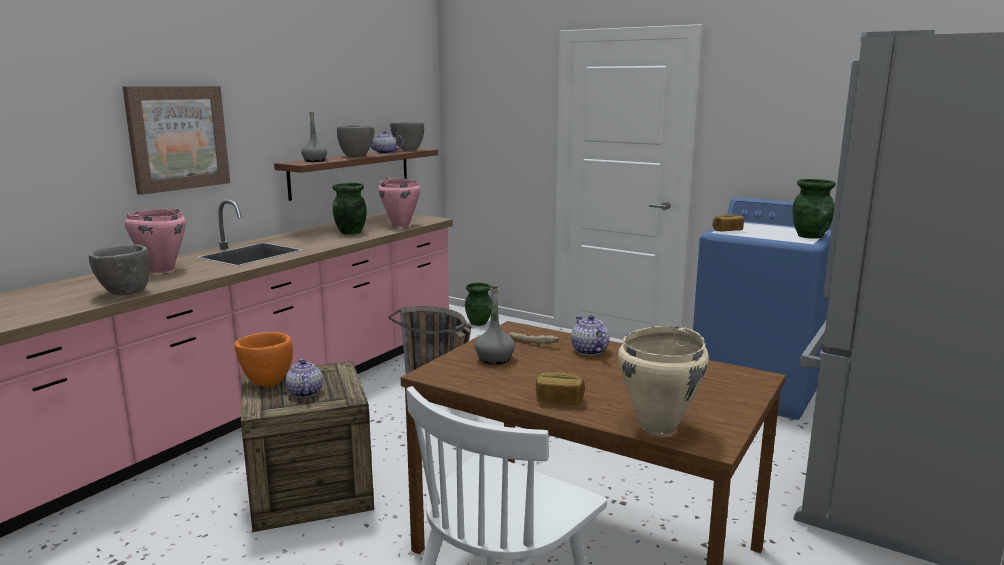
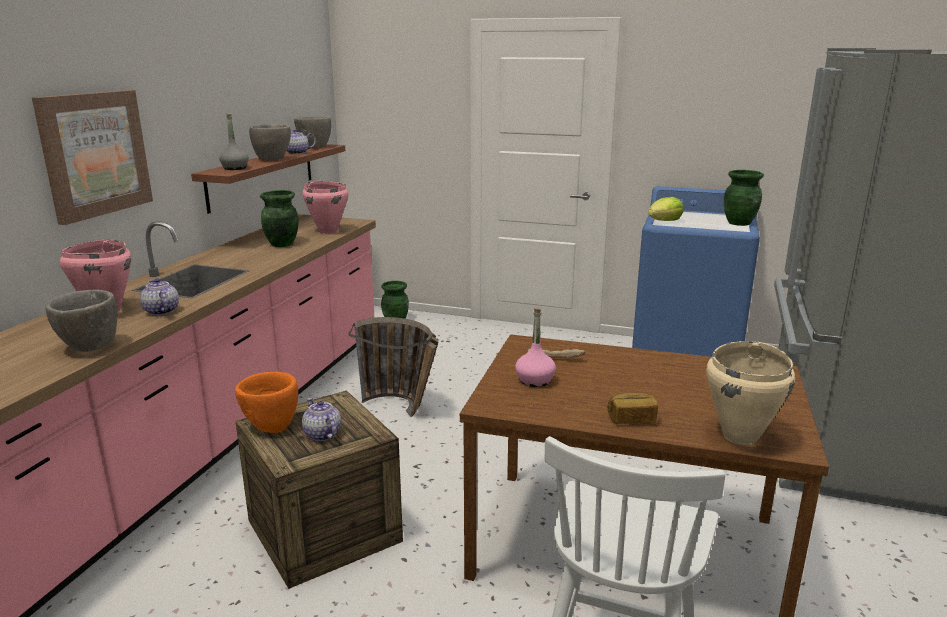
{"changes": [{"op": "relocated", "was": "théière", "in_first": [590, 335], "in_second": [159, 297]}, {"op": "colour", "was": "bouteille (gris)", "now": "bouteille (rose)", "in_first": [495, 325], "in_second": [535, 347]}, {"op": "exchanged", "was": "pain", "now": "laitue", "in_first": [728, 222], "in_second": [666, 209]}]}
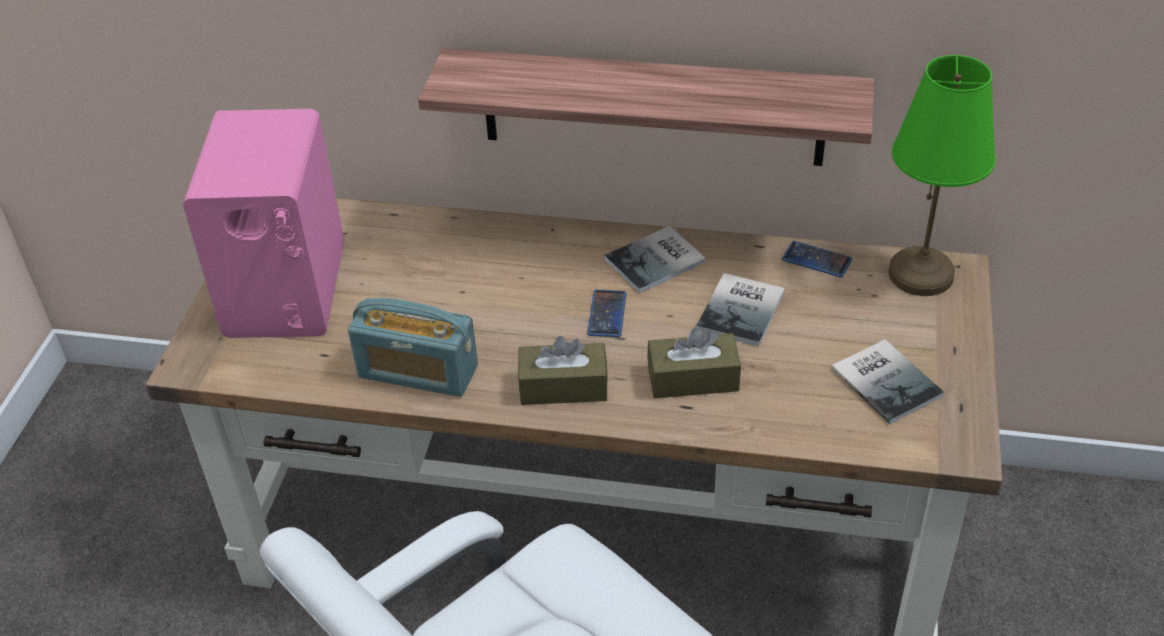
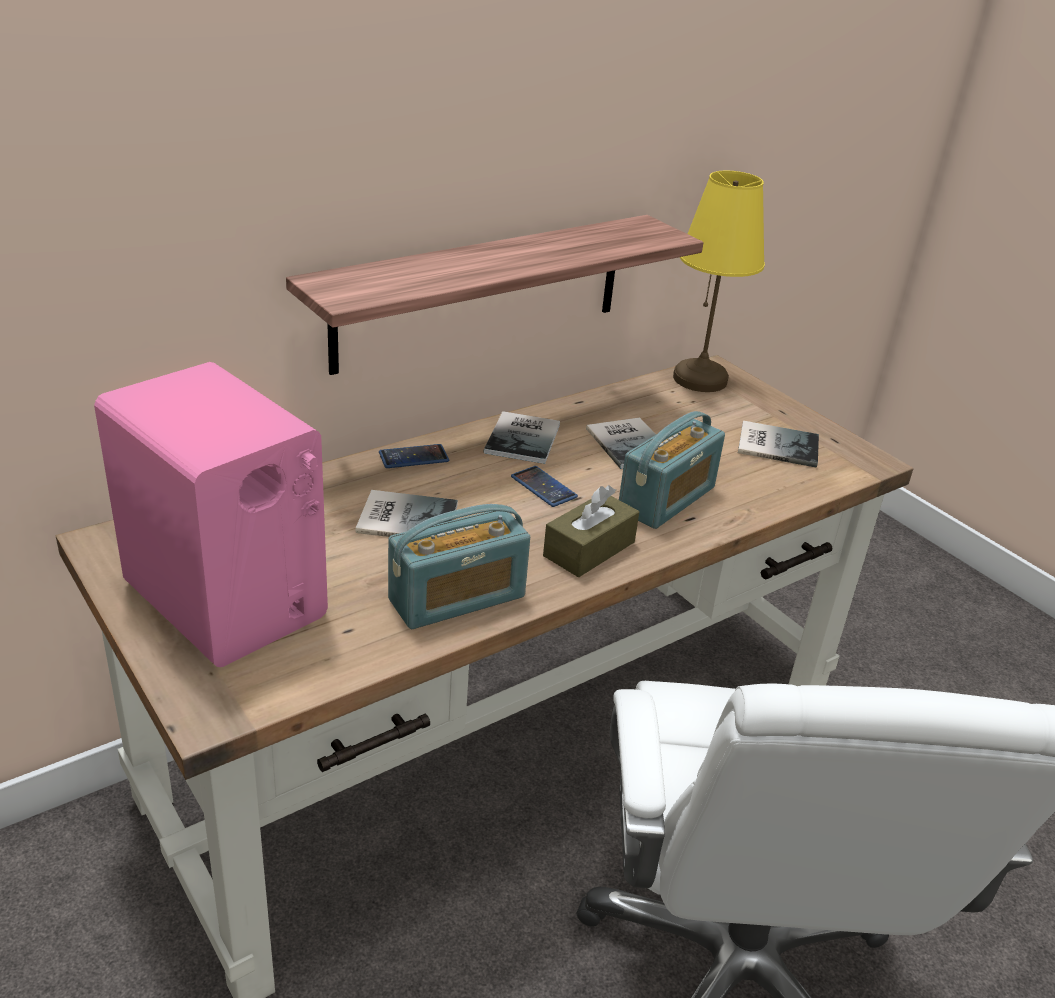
{"changes": [{"op": "appeared", "now": "livre", "in_second": [407, 513]}, {"op": "relocated", "was": "téléphone", "in_first": [817, 259], "in_second": [414, 456]}, {"op": "exchanged", "was": "boîte à mouchoirs (marron)", "now": "radio", "in_first": [694, 363], "in_second": [672, 470]}, {"op": "colour", "was": "lampe de table (vert)", "now": "lampe de table (jaune)", "in_first": [942, 175], "in_second": [719, 281]}]}
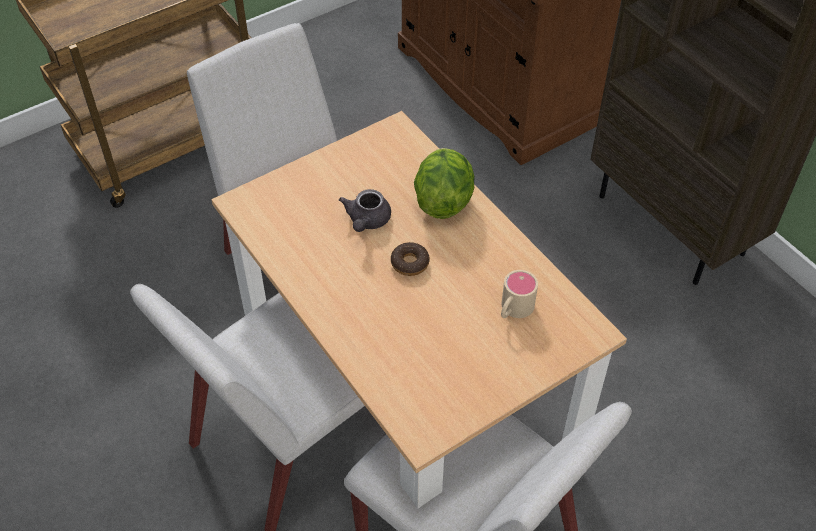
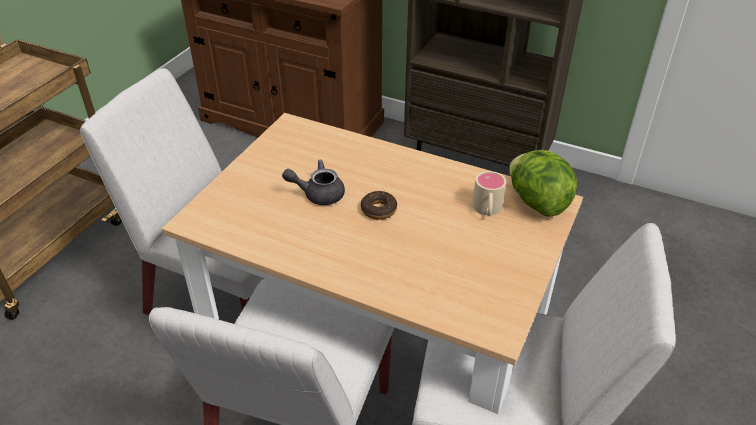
{"changes": [{"op": "spun", "was": "théière (gris)", "in_first": [365, 210], "in_second": [313, 182], "clockwise": 105}, {"op": "relocated", "was": "laitue", "in_first": [444, 183], "in_second": [543, 183]}]}
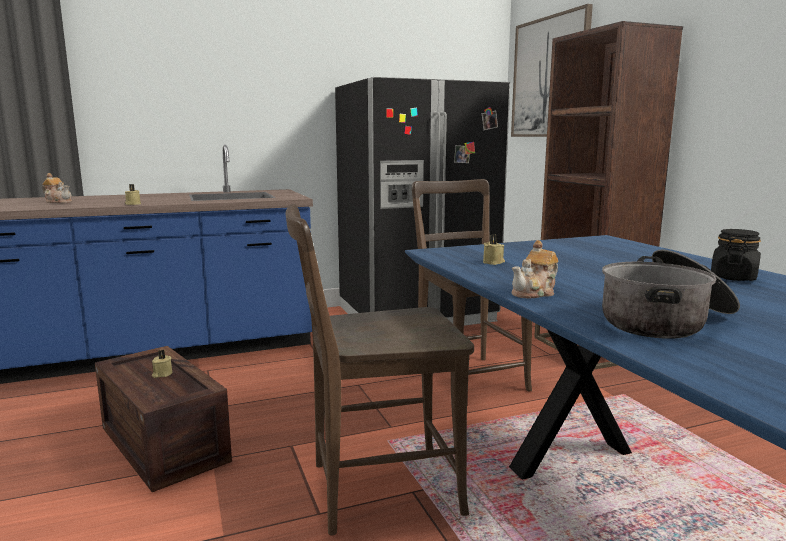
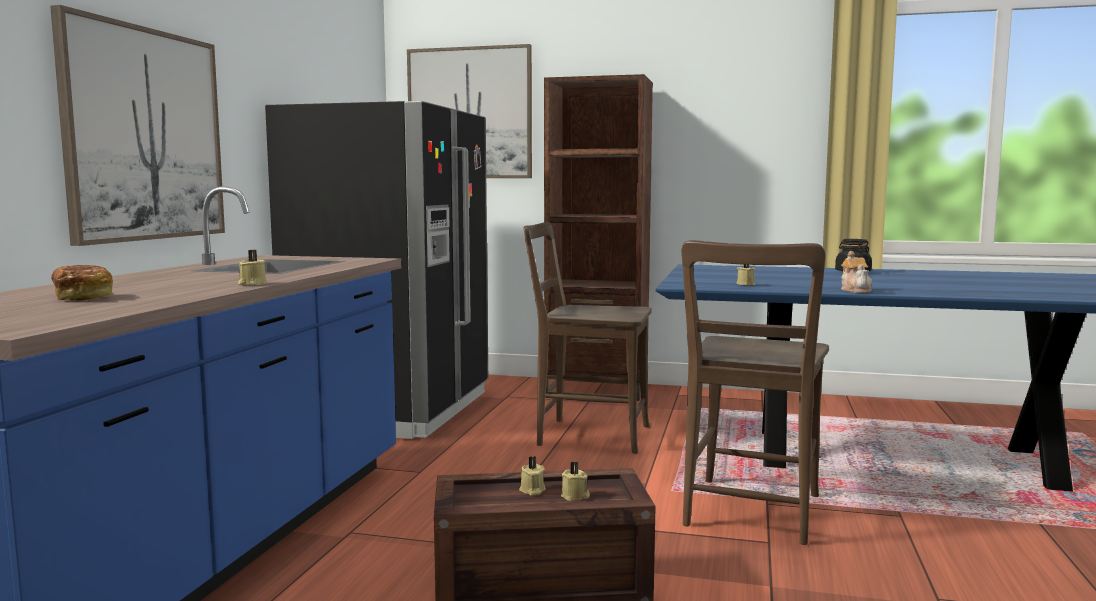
{"changes": [{"op": "appeared", "now": "tableau", "in_second": [137, 125]}, {"op": "exchanged", "was": "théière", "now": "pain", "in_first": [57, 188], "in_second": [82, 283]}, {"op": "appeared", "now": "bougie (beige)", "in_second": [575, 481]}, {"op": "missing", "was": "marmite", "in_first": [671, 294]}]}
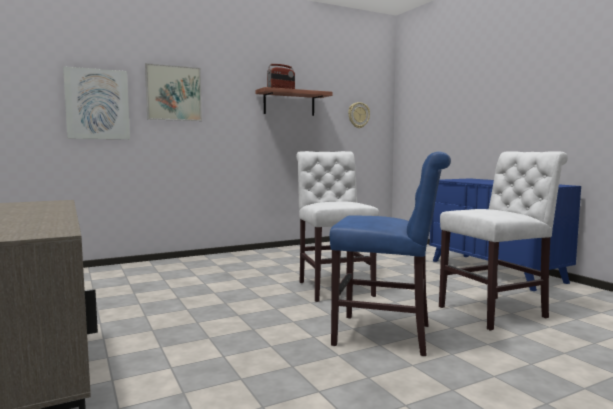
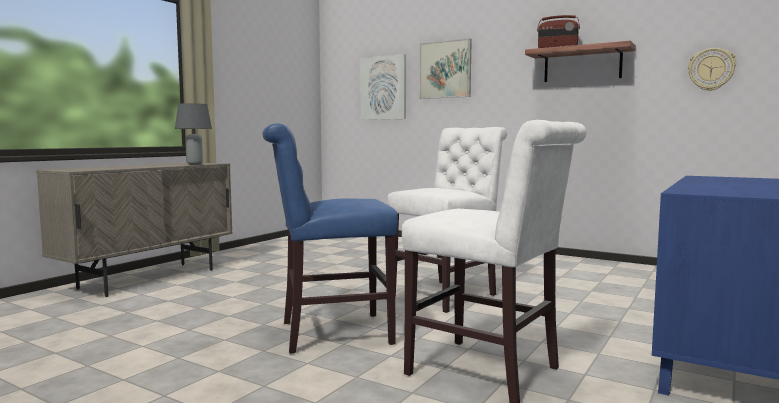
{"changes": [{"op": "appeared", "now": "lampe de table (gris)", "in_second": [193, 134]}, {"op": "spun", "was": "chaise (bleu)", "in_first": [390, 253], "in_second": [330, 238], "clockwise": 90}]}
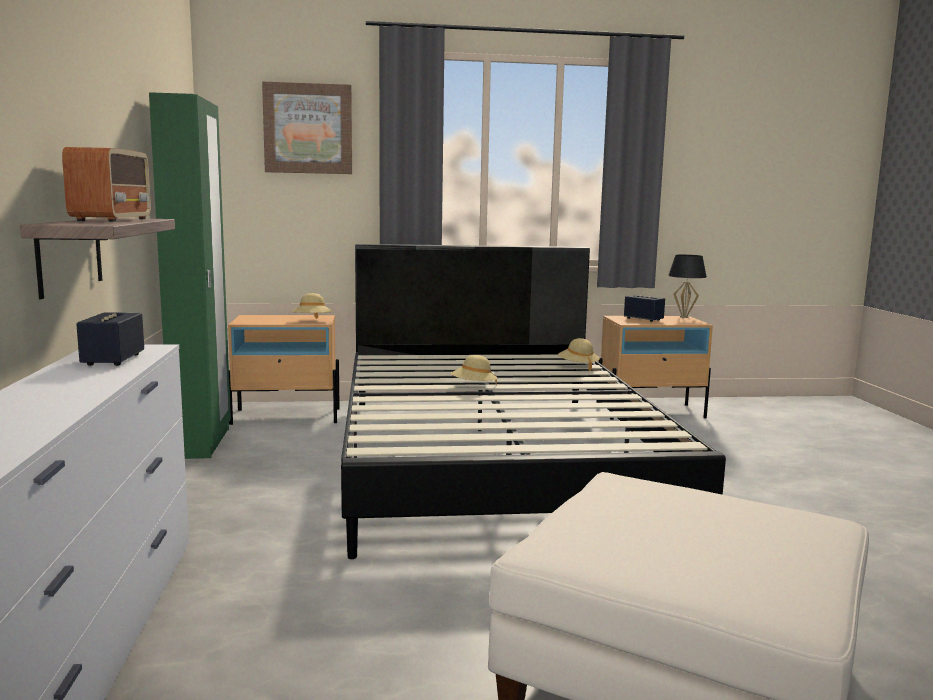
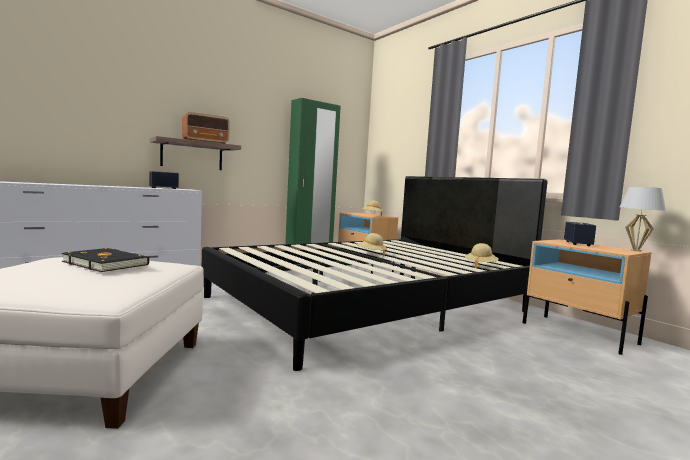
{"changes": [{"op": "appeared", "now": "livre (noir)", "in_second": [105, 260]}, {"op": "colour", "was": "lampe de table (noir)", "now": "lampe de table (blanc)", "in_first": [687, 286], "in_second": [642, 219]}, {"op": "missing", "was": "tableau", "in_first": [307, 128]}]}
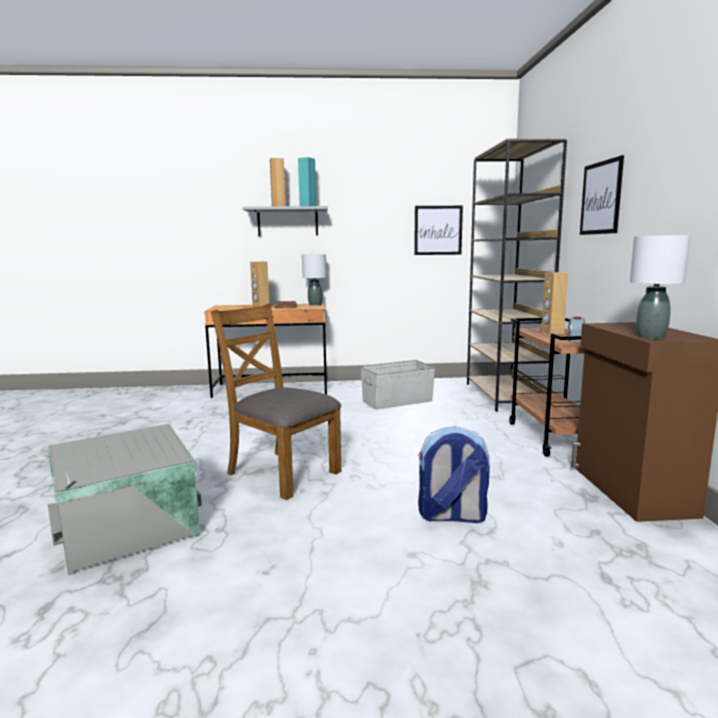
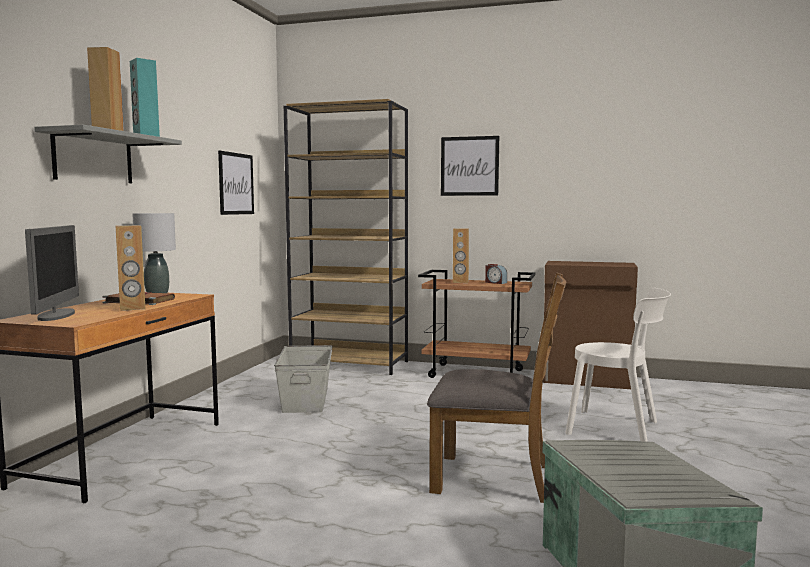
{"changes": [{"op": "appeared", "now": "écran d'ordinateur", "in_second": [52, 273]}, {"op": "spun", "was": "chaise (marron)", "in_first": [276, 402], "in_second": [496, 387], "clockwise": -135}, {"op": "exchanged", "was": "sac à dos", "now": "chaise (blanc)", "in_first": [454, 474], "in_second": [618, 365]}, {"op": "missing", "was": "lampe de table (gris)", "in_first": [660, 287]}]}
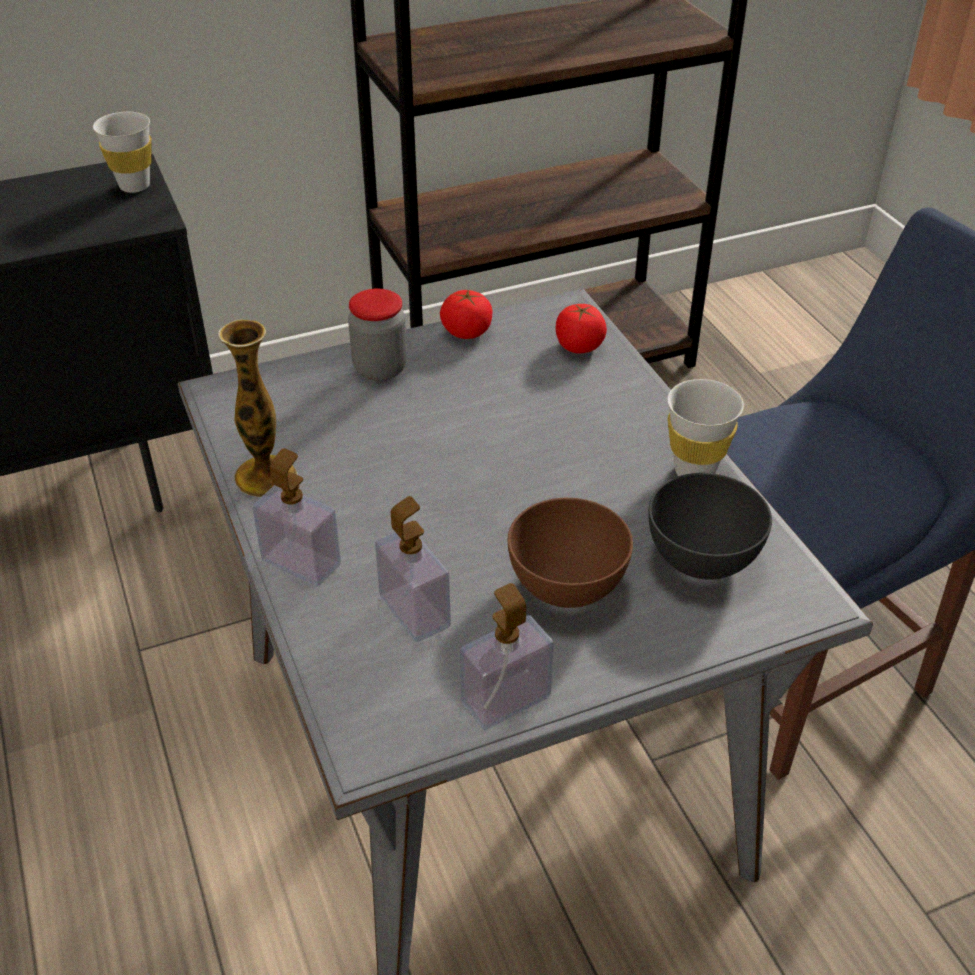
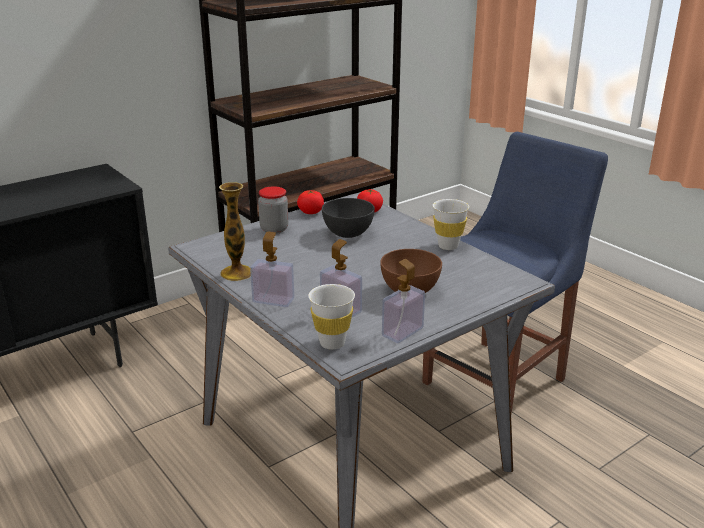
{"changes": [{"op": "relocated", "was": "tasse (blanc)", "in_first": [122, 152], "in_second": [331, 317]}, {"op": "relocated", "was": "bol (gris)", "in_first": [710, 526], "in_second": [348, 218]}]}
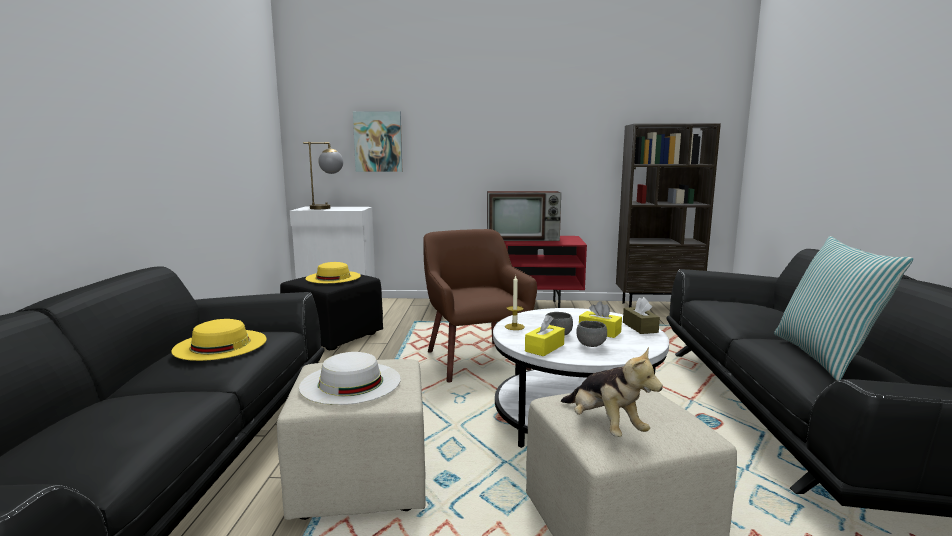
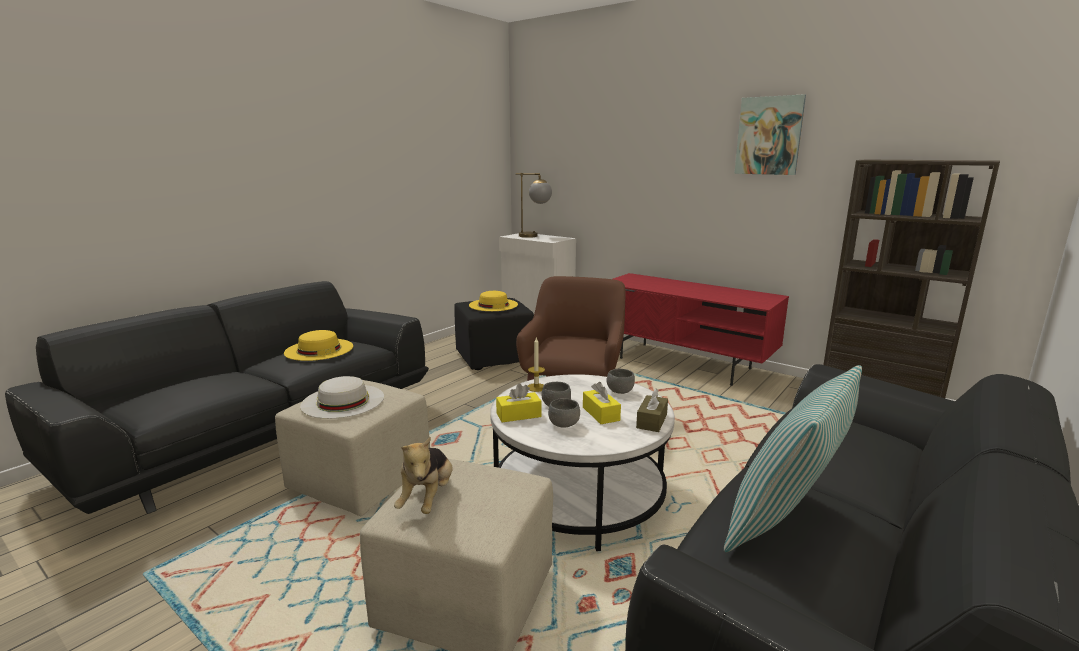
{"changes": [{"op": "appeared", "now": "bol (gris)", "in_second": [621, 381]}, {"op": "relocated", "was": "tableau", "in_first": [377, 141], "in_second": [770, 134]}, {"op": "missing", "was": "téléviseur", "in_first": [524, 216]}]}
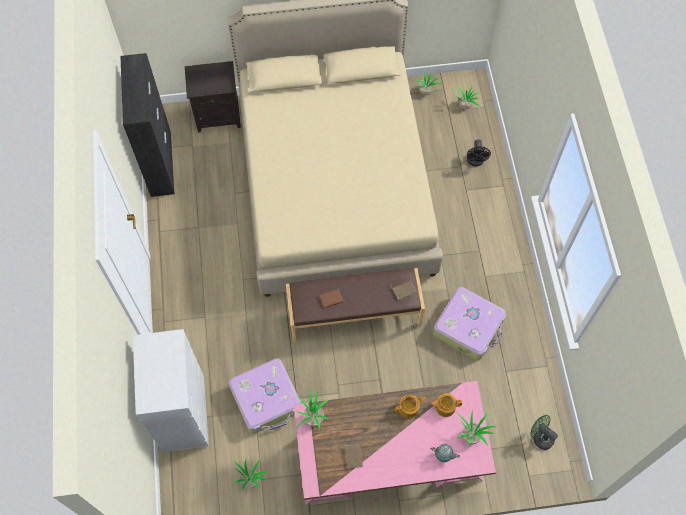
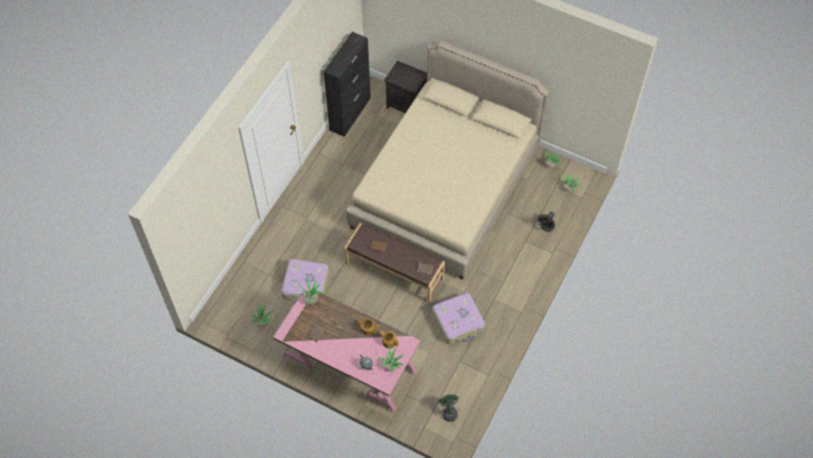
{"changes": [{"op": "missing", "was": "commode (blanc)", "in_first": [171, 391]}]}
